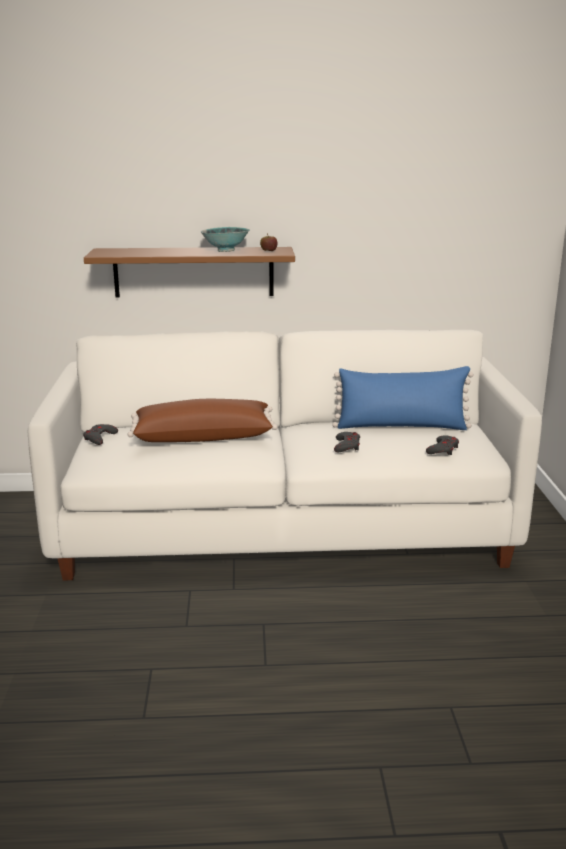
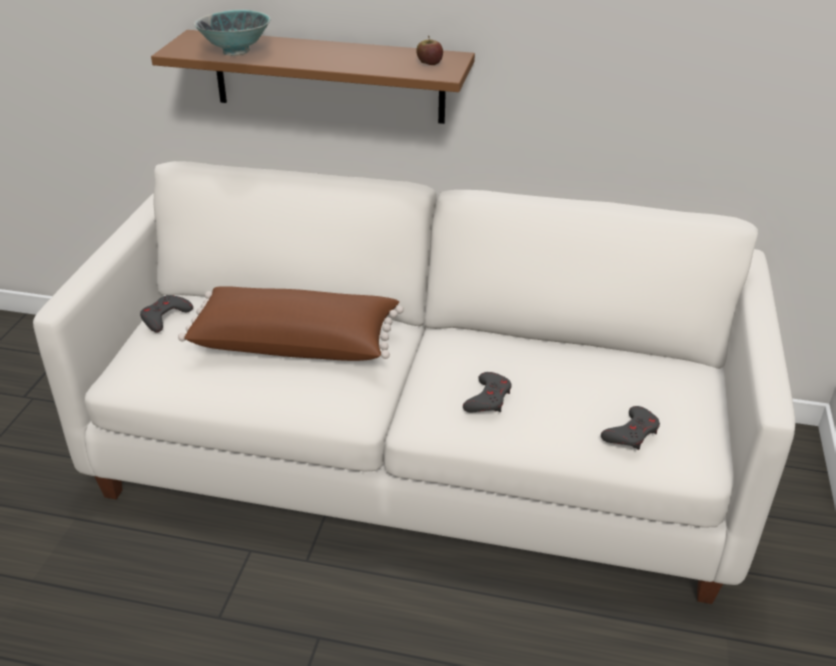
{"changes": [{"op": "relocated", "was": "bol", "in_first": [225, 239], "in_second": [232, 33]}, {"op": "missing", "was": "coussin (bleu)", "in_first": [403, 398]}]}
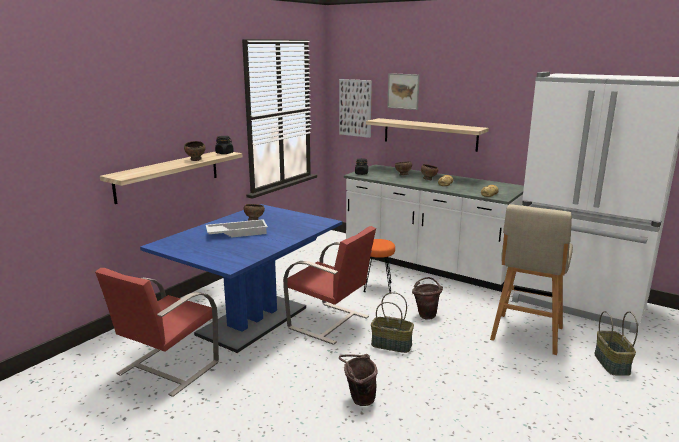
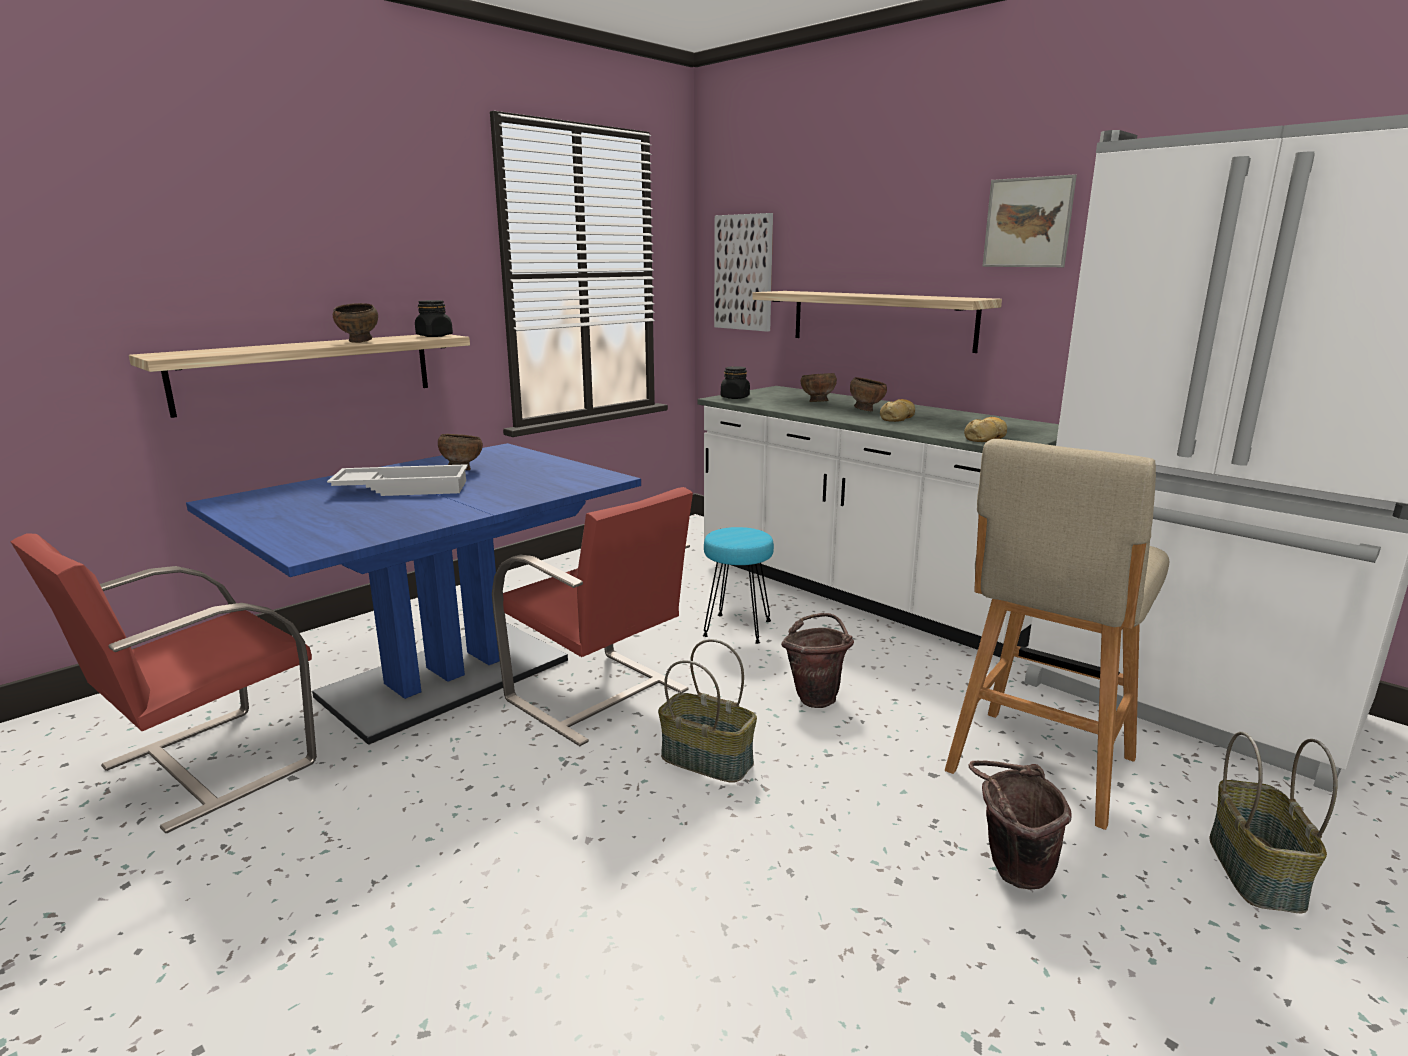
{"changes": [{"op": "colour", "was": "tabouret (orange)", "now": "tabouret (turquoise)", "in_first": [379, 266], "in_second": [738, 585]}, {"op": "relocated", "was": "seau (marron)", "in_first": [358, 380], "in_second": [1020, 824]}, {"op": "relocated", "was": "tableau", "in_first": [403, 91], "in_second": [1029, 220]}]}
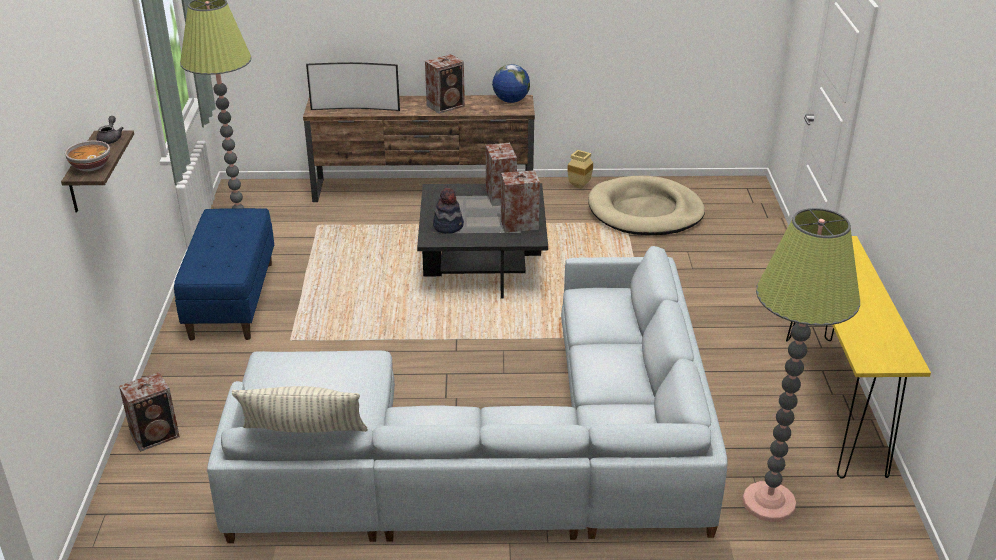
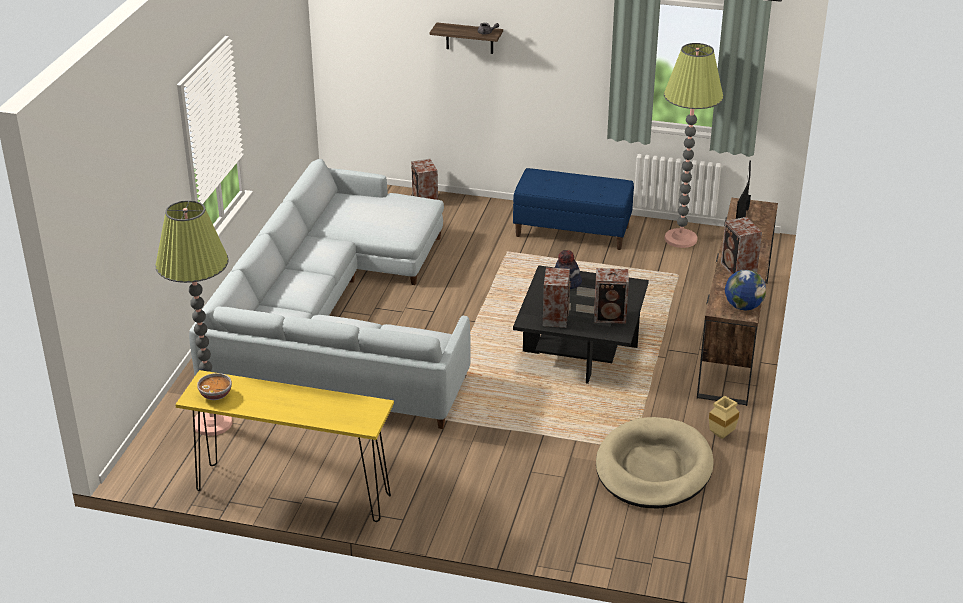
{"changes": [{"op": "relocated", "was": "bol", "in_first": [87, 156], "in_second": [214, 386]}, {"op": "missing", "was": "coussin", "in_first": [300, 409]}]}
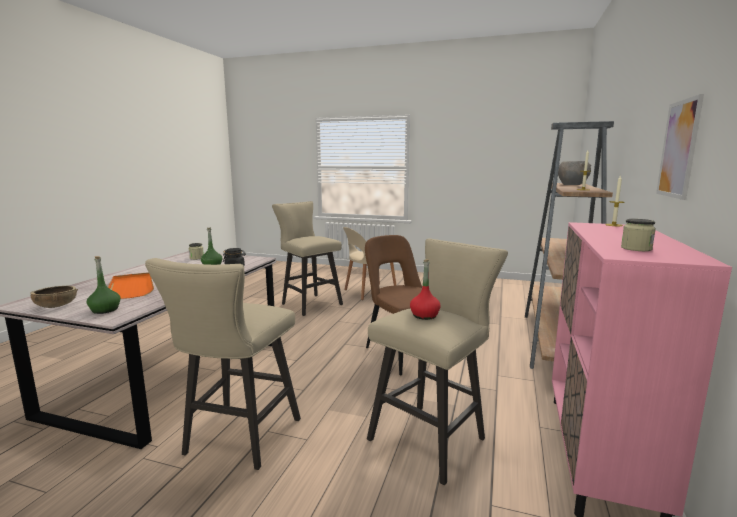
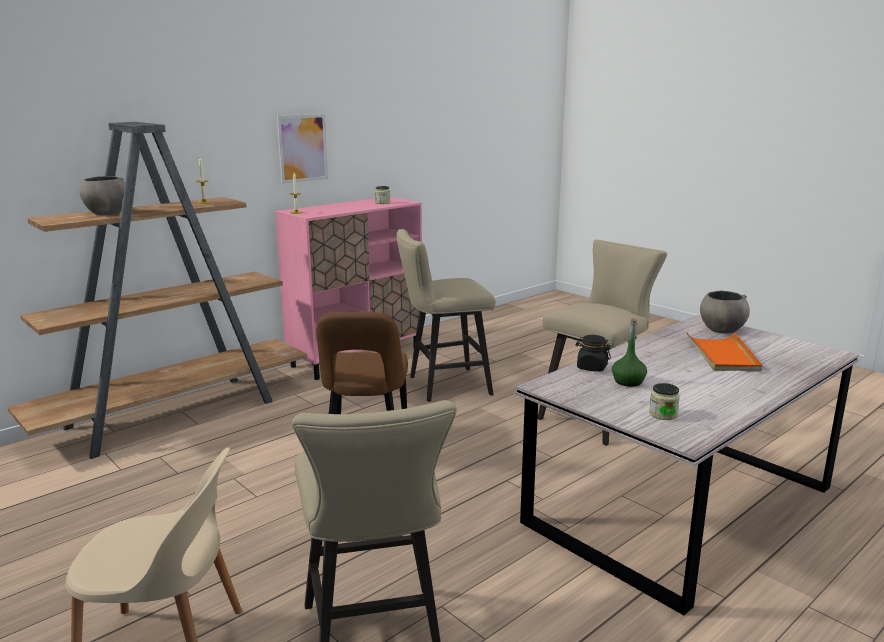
{"changes": [{"op": "exchanged", "was": "bouteille (vert)", "now": "bol (gris)", "in_first": [104, 285], "in_second": [725, 312]}, {"op": "missing", "was": "bol (marron)", "in_first": [54, 297]}, {"op": "missing", "was": "bouteille (rouge)", "in_first": [425, 289]}]}
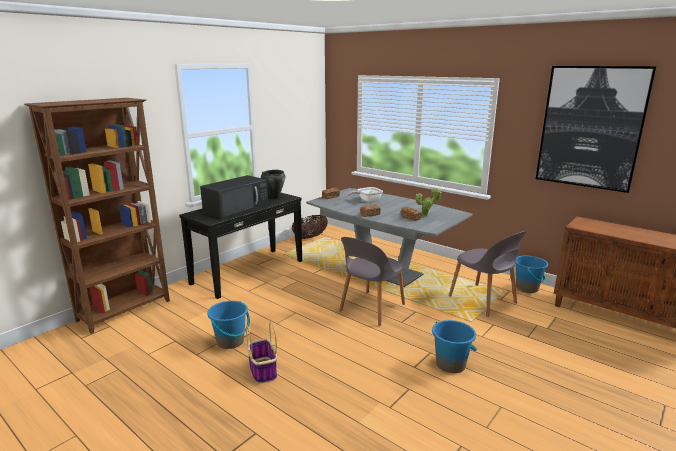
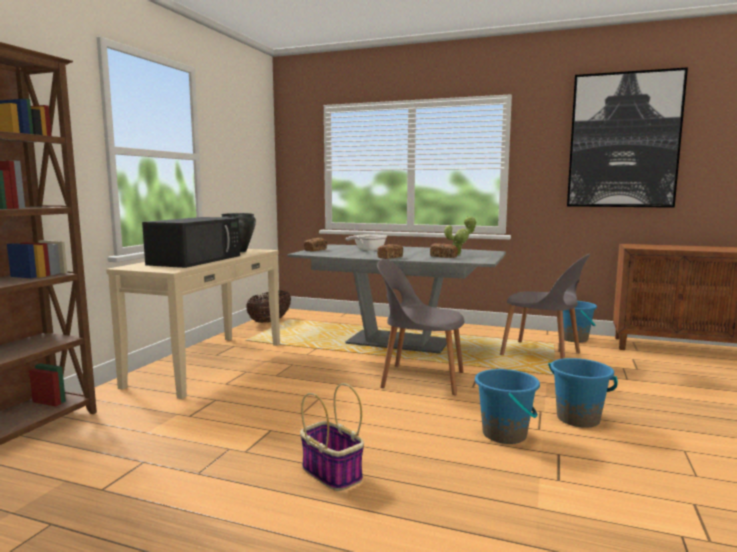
{"changes": [{"op": "colour", "was": "table console (noir)", "now": "table console (beige)", "in_first": [240, 246], "in_second": [193, 324]}, {"op": "spun", "was": "chaise (gris)", "in_first": [372, 281], "in_second": [420, 327], "clockwise": 90}, {"op": "relocated", "was": "seau (bleu)", "in_first": [228, 325], "in_second": [507, 406]}]}
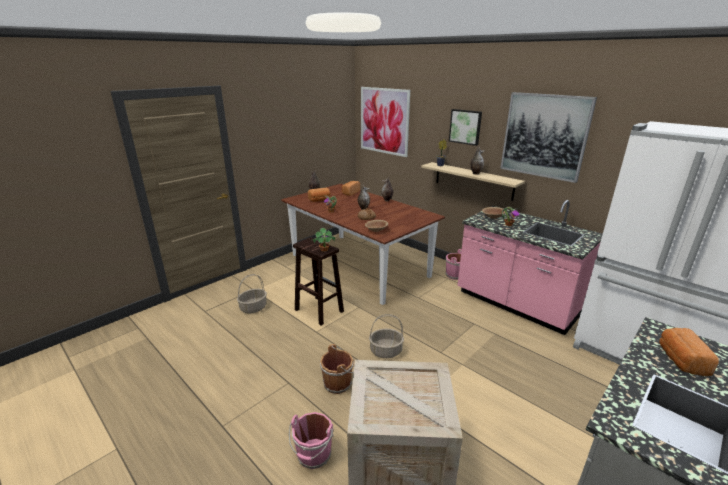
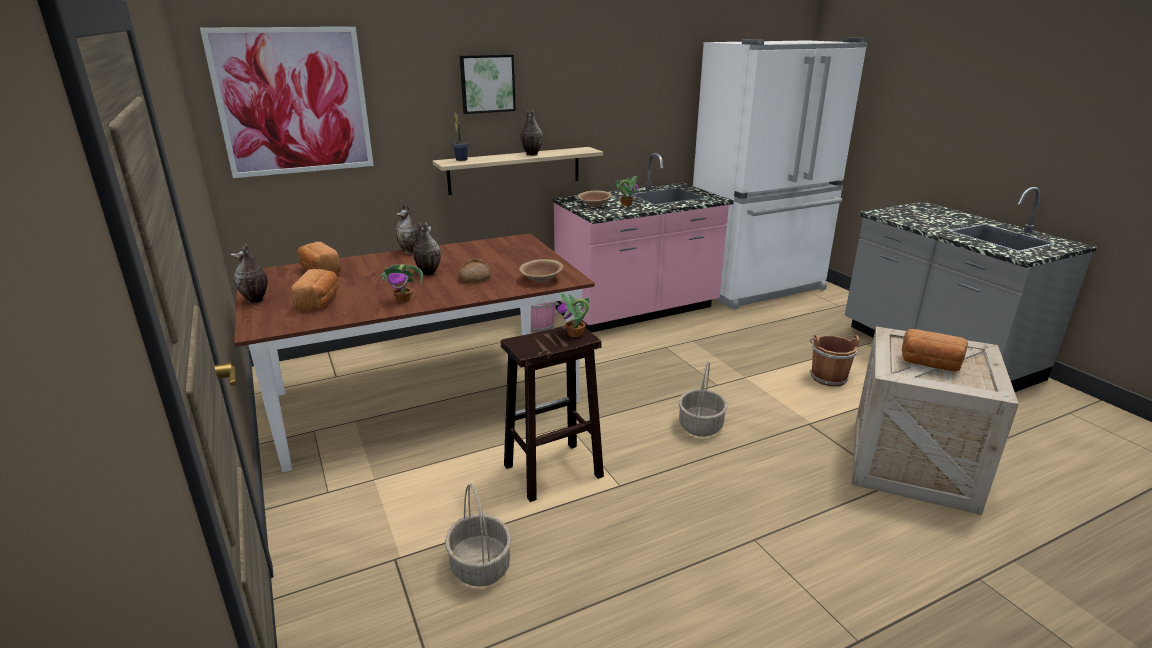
{"changes": [{"op": "relocated", "was": "seau (marron)", "in_first": [337, 369], "in_second": [834, 360]}, {"op": "relocated", "was": "pain", "in_first": [689, 352], "in_second": [935, 350]}, {"op": "missing", "was": "seau (rose)", "in_first": [311, 440]}, {"op": "missing", "was": "tableau", "in_first": [548, 137]}]}
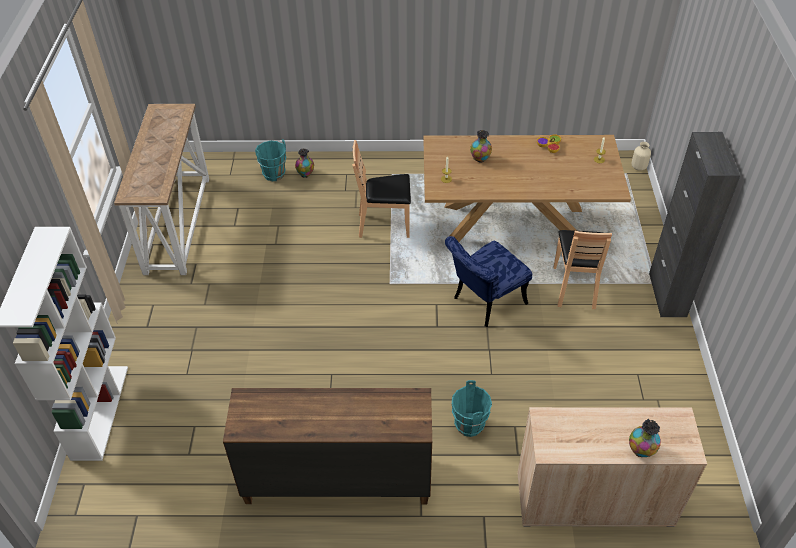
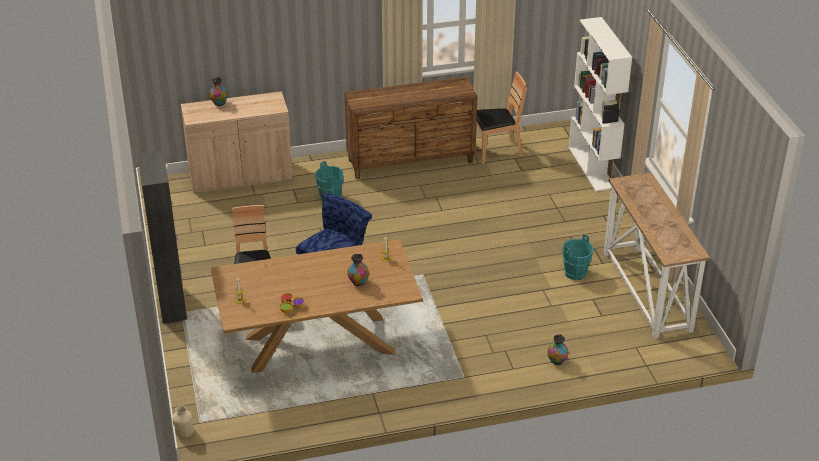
{"changes": [{"op": "relocated", "was": "chaise (marron)", "in_first": [381, 189], "in_second": [501, 117]}, {"op": "relocated", "was": "seau (turquoise)", "in_first": [271, 160], "in_second": [578, 257]}]}
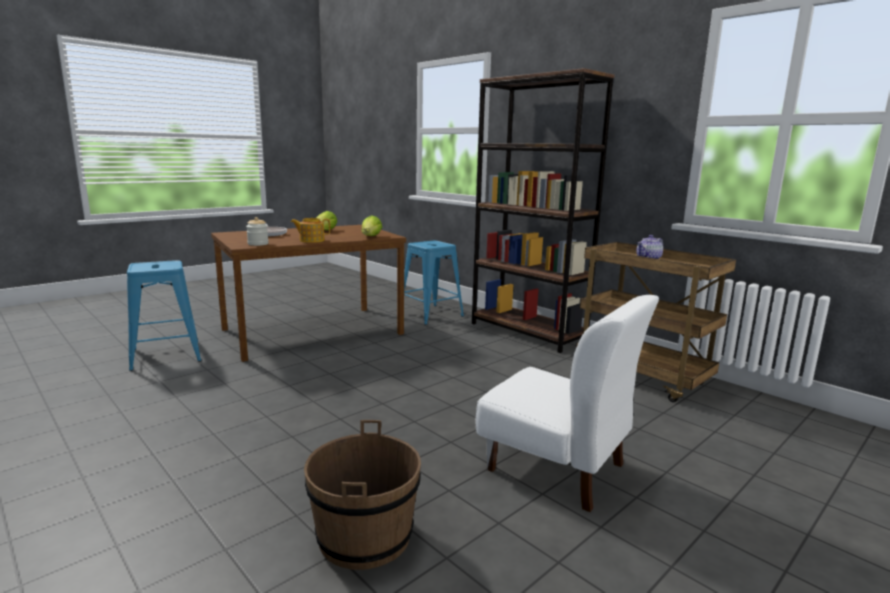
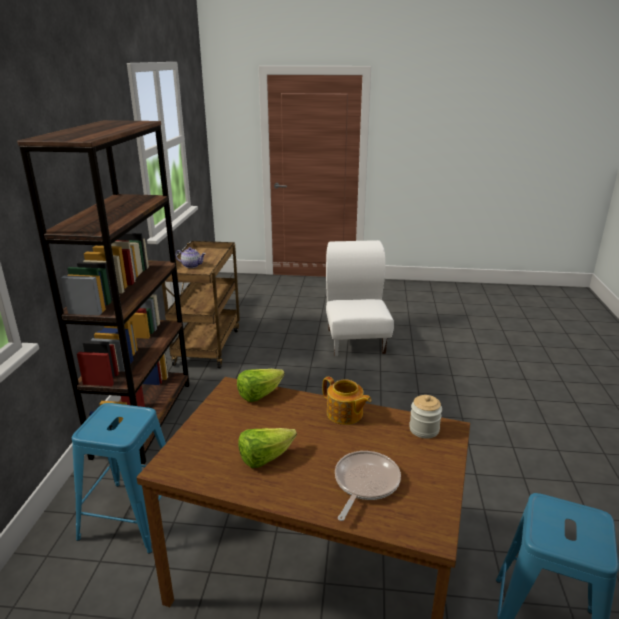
{"changes": [{"op": "missing", "was": "seau (marron)", "in_first": [362, 495]}]}
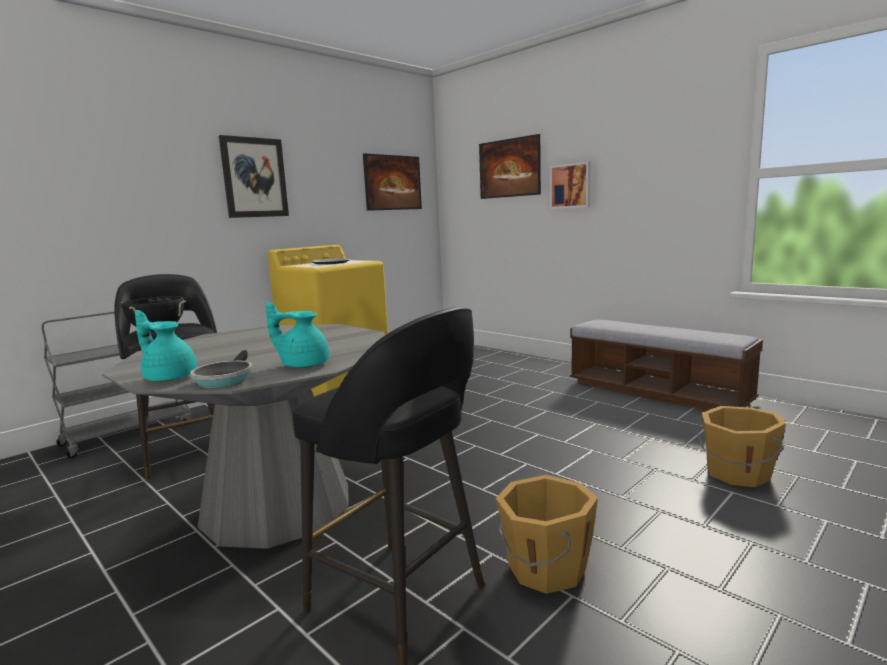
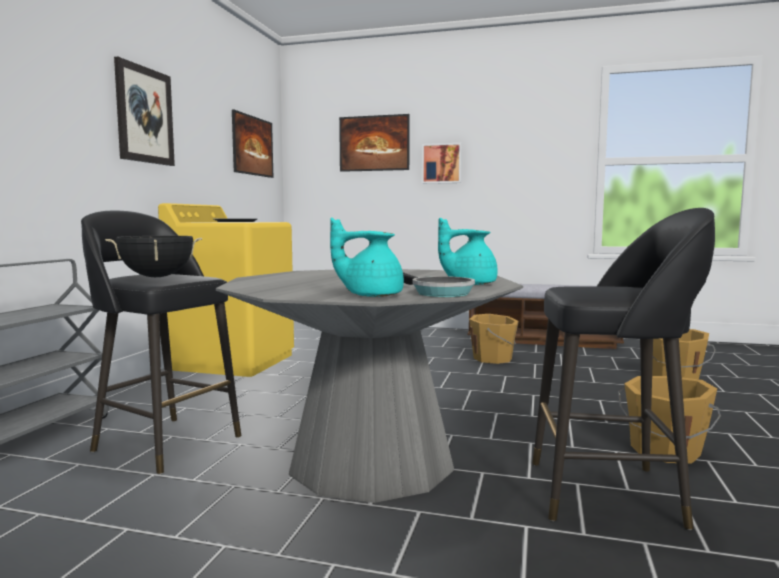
{"changes": [{"op": "appeared", "now": "seau (orange)", "in_second": [494, 339]}]}
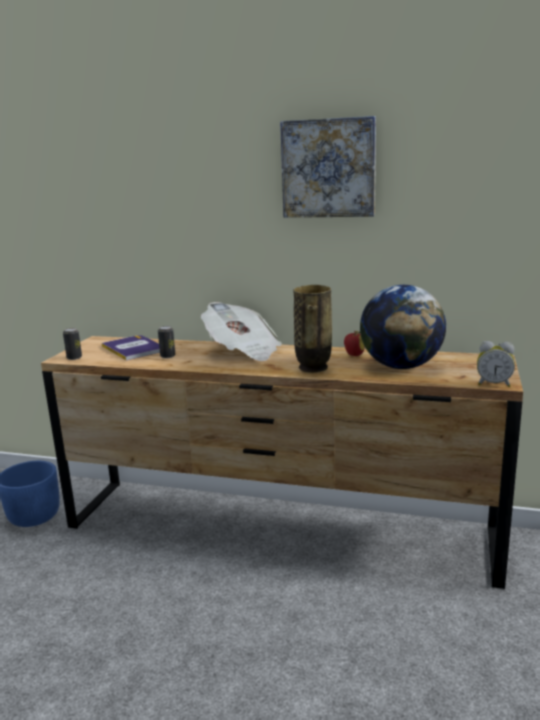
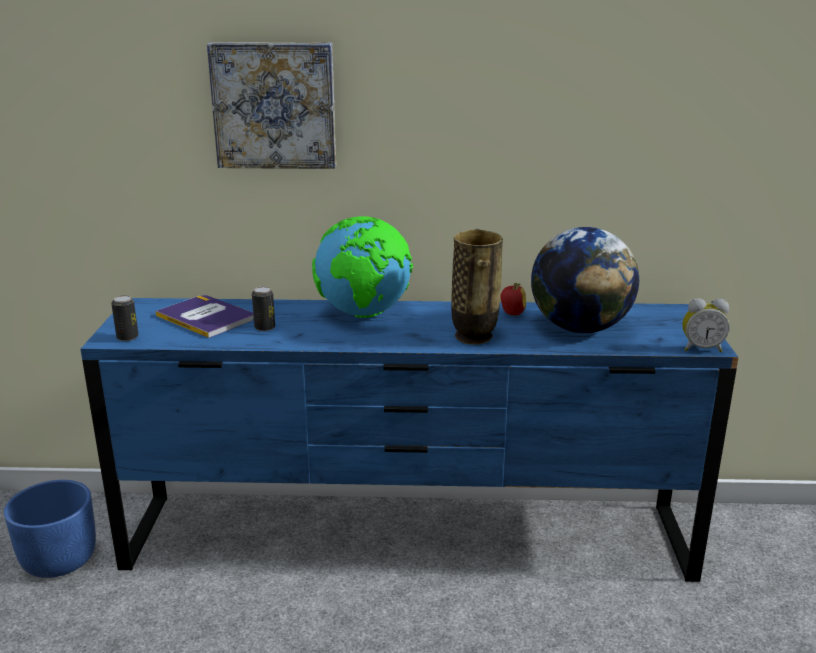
{"changes": [{"op": "colour", "was": "commode (marron)", "now": "commode (bleu)", "in_first": [282, 462], "in_second": [410, 440]}, {"op": "relocated", "was": "tableau", "in_first": [328, 167], "in_second": [271, 105]}, {"op": "exchanged", "was": "journal", "now": "globe", "in_first": [241, 331], "in_second": [362, 267]}]}
